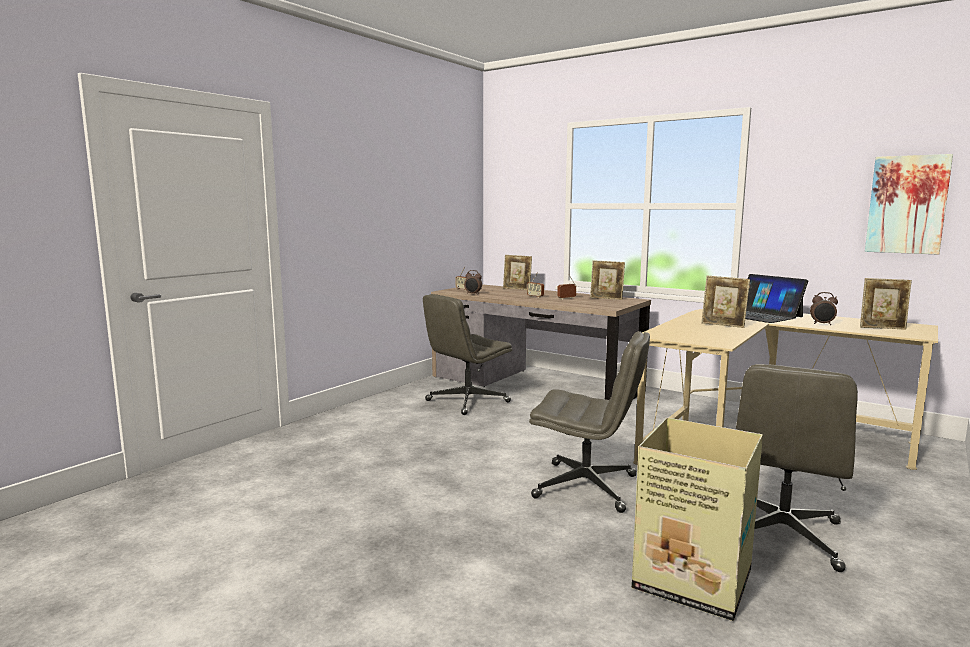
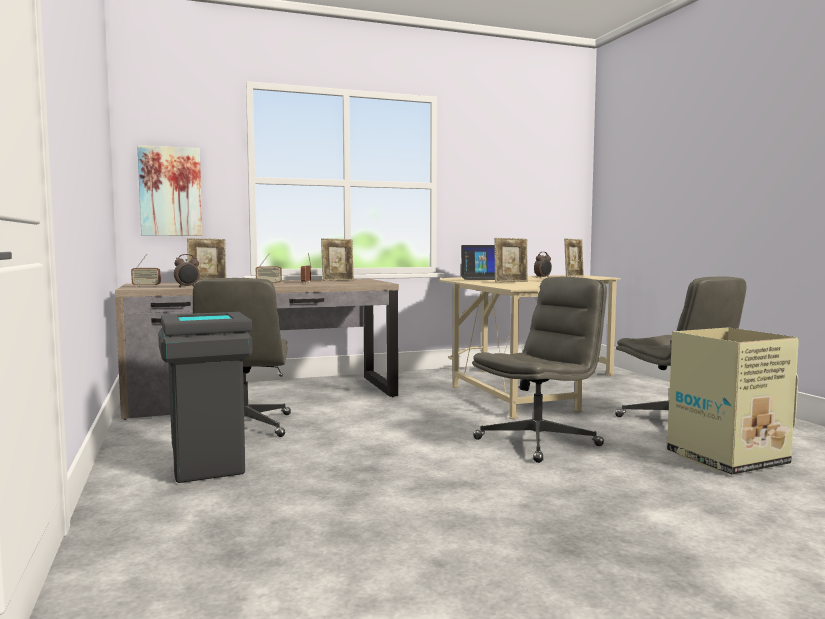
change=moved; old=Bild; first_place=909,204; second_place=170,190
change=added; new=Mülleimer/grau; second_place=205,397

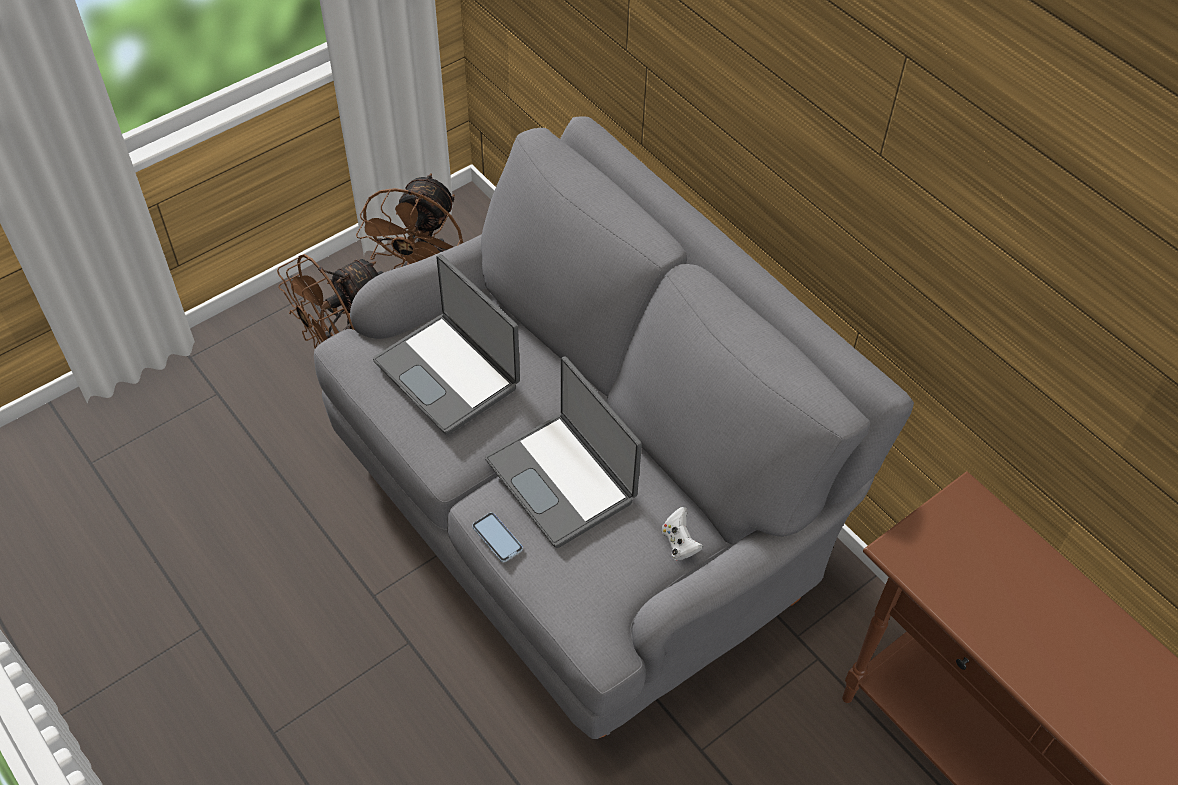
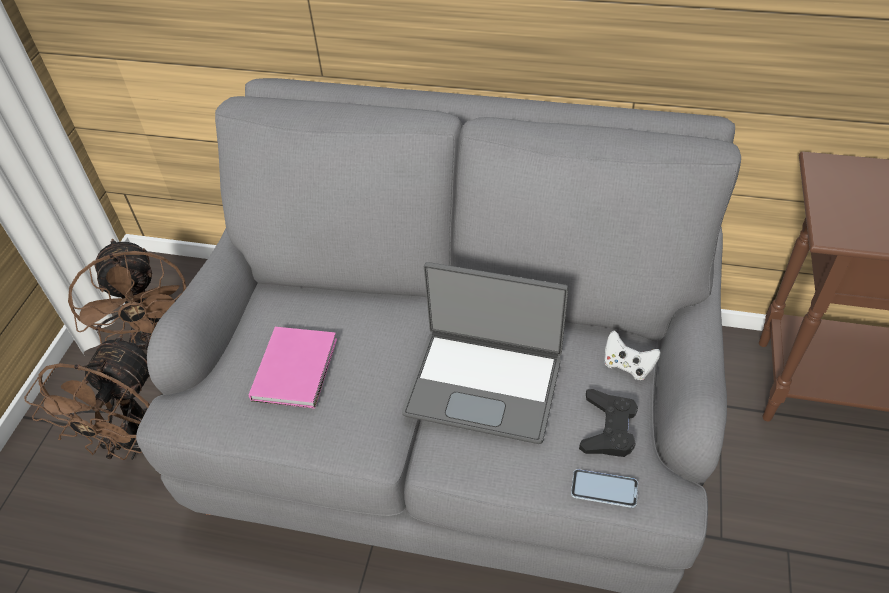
change=replaced; old=Laptop; new=Buch/rosa; first_place=446,344; second_place=293,368
change=moved; old=Handy; first_place=497,537; second_place=604,488
change=added; new=Gamepad/schwarz; second_place=608,423

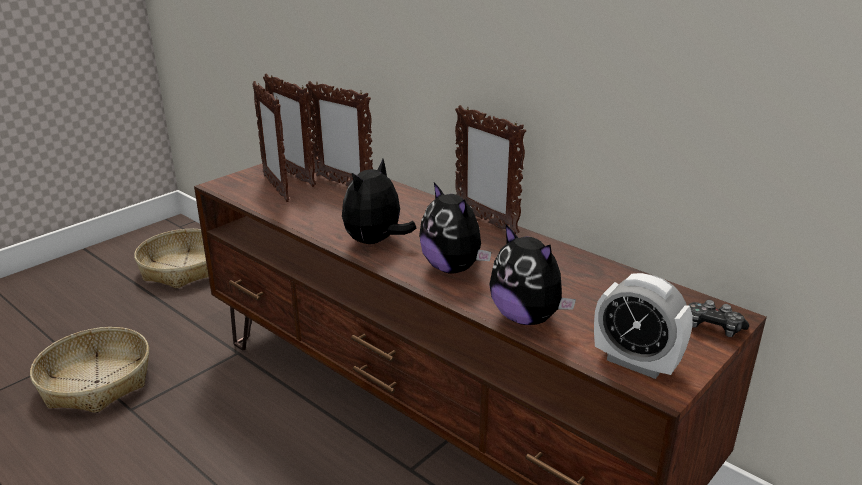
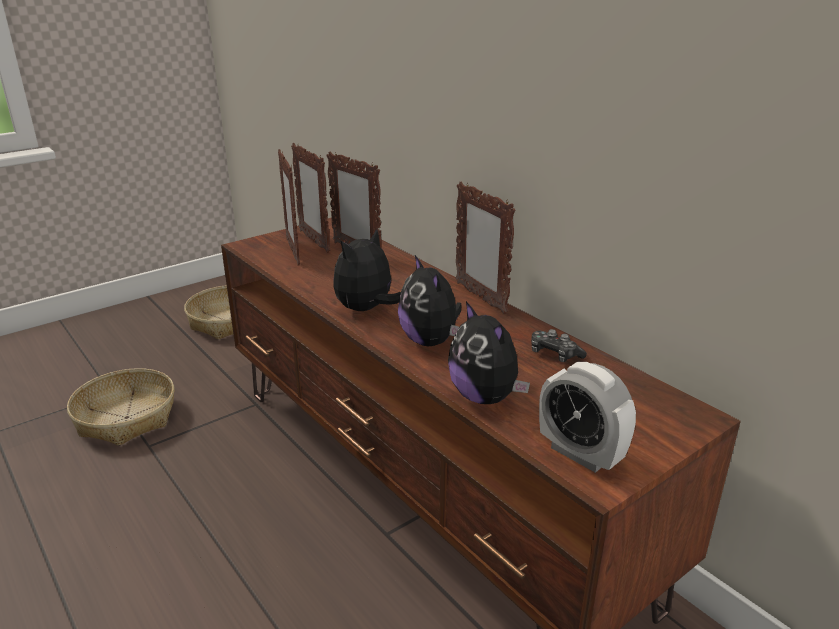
change=moved; old=Gamepad; first_place=718,318; second_place=559,345

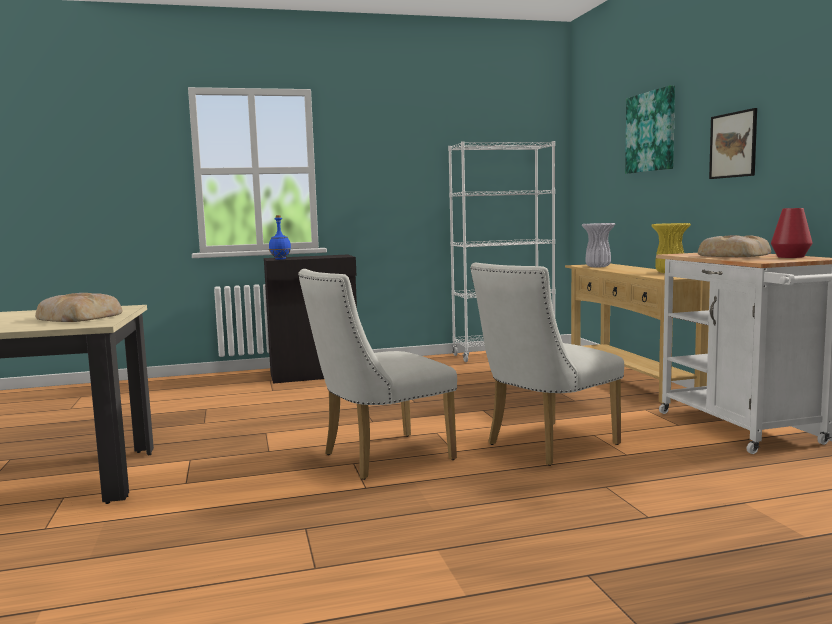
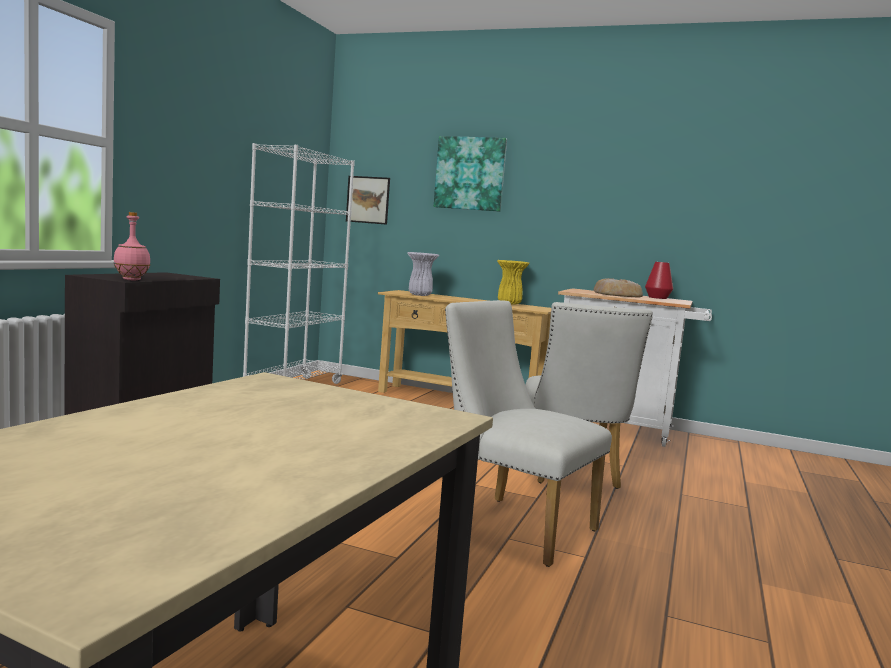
change=removed; old=Brot; first_place=78,307
change=recoloured; old=Flasche/blau; new=Flasche/rosa; first_place=280,237; second_place=131,246
change=turned; old=Stuhl/weiß; first_place=377,374; second_place=528,433; degrees=120
change=moved; old=Bild; first_place=733,143; second_place=368,200

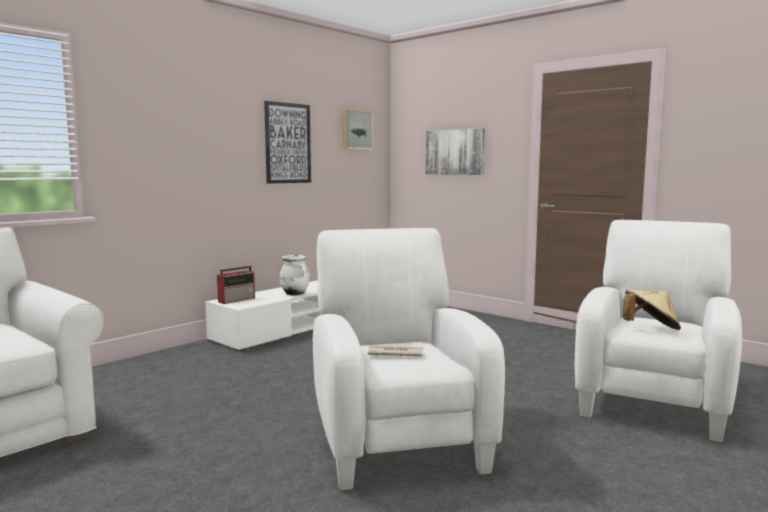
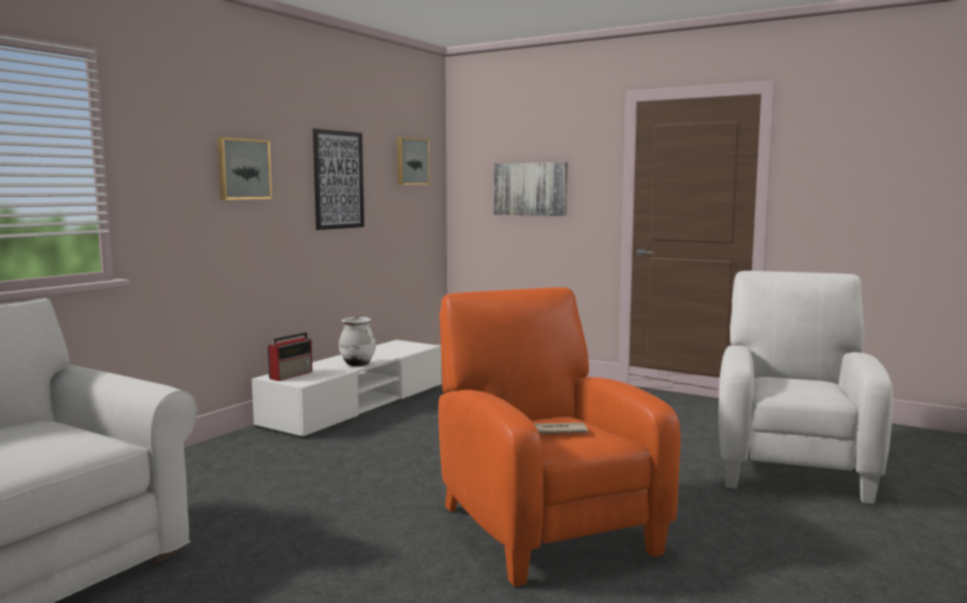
change=recoloured; old=Sessel/weiß; new=Sessel/orange; first_place=409,359; second_place=559,437
change=removed; old=Hut/beige; first_place=652,310
change=added; new=Bild; second_place=244,168

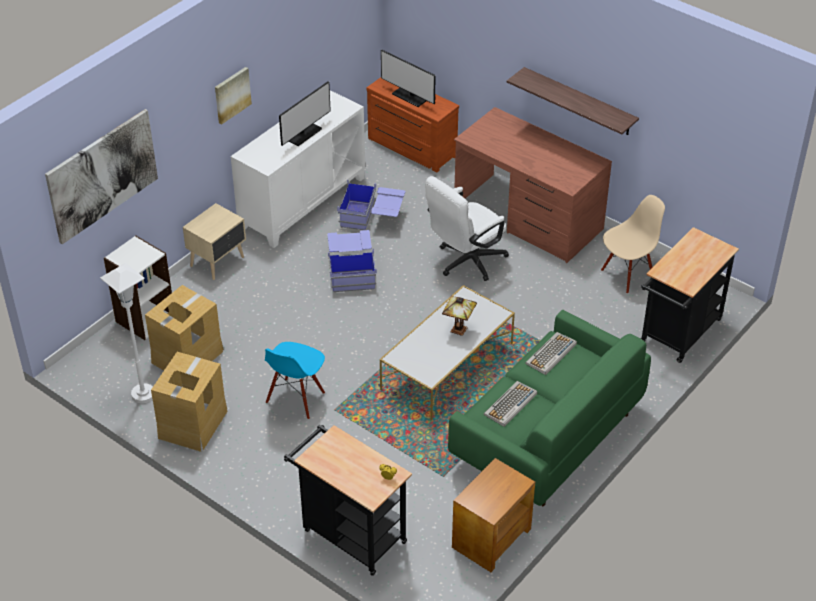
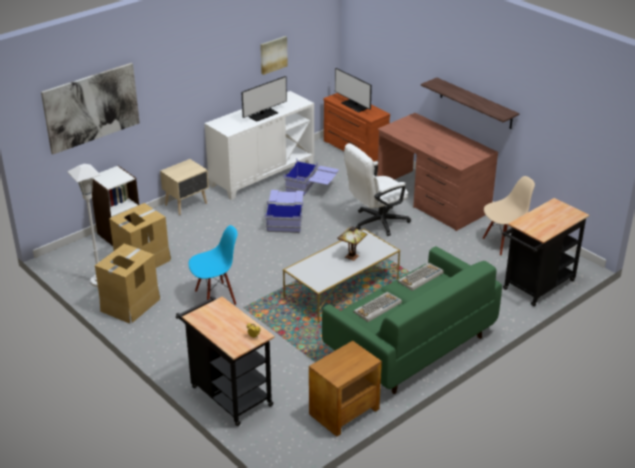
change=moved; old=Bild; first_place=233,95; second_place=274,55
change=turned; old=Stuhl/blau; first_place=295,380; second_place=213,265; degrees=-150

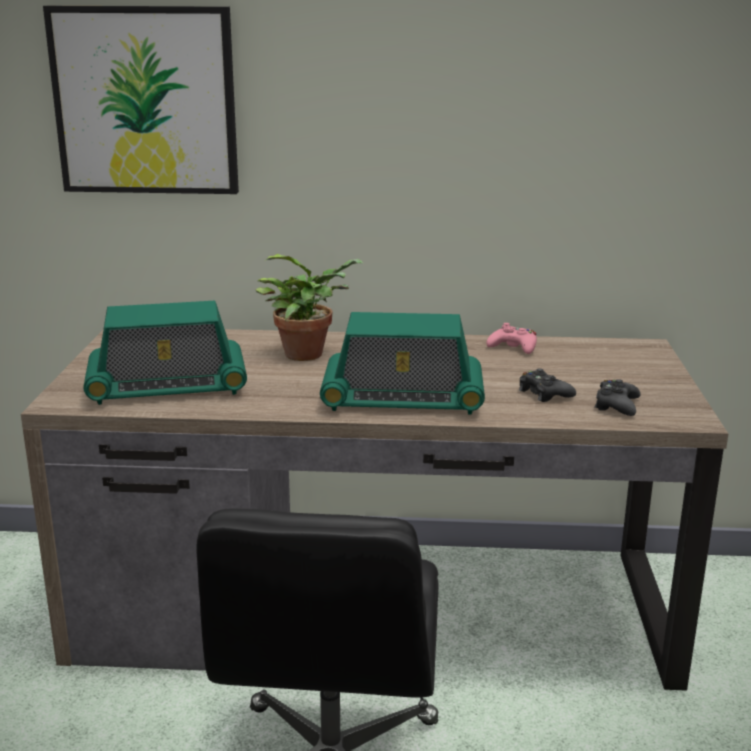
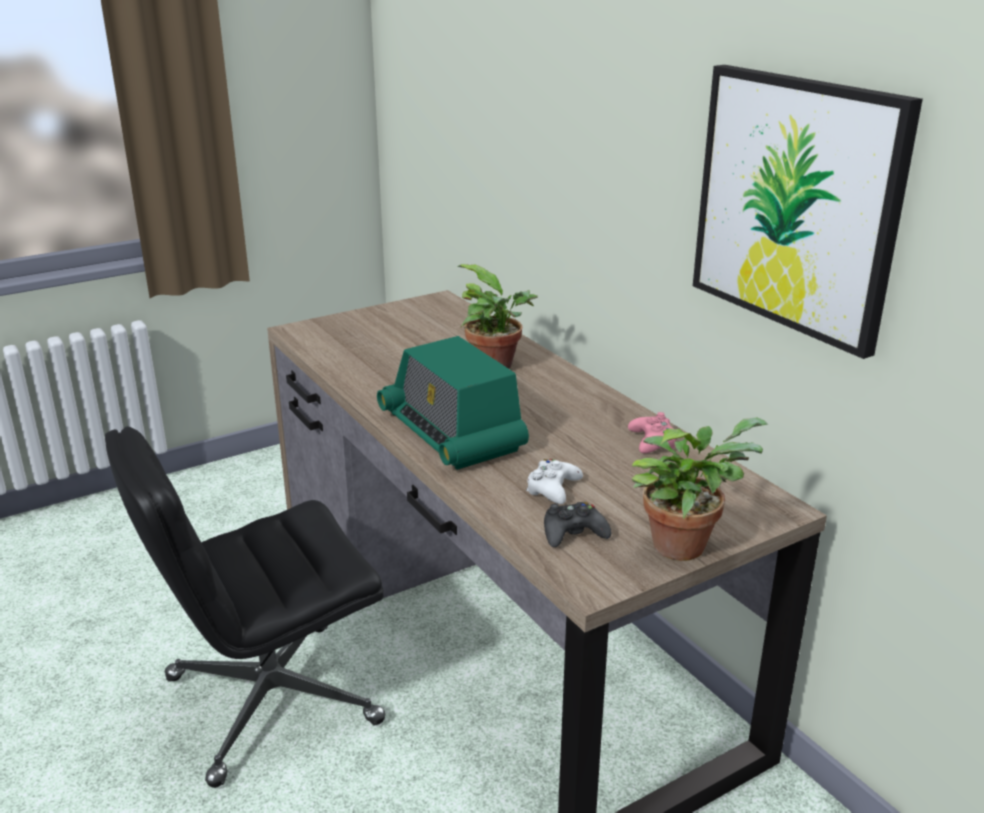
change=moved; old=Bild; first_place=141,100; second_place=808,212
change=removed; old=Radio; first_place=165,353
change=recoloured; old=Gamepad/schwarz; new=Gamepad/weiß; first_place=547,385; second_place=554,481
change=added; new=Topfpflanze; second_place=699,489

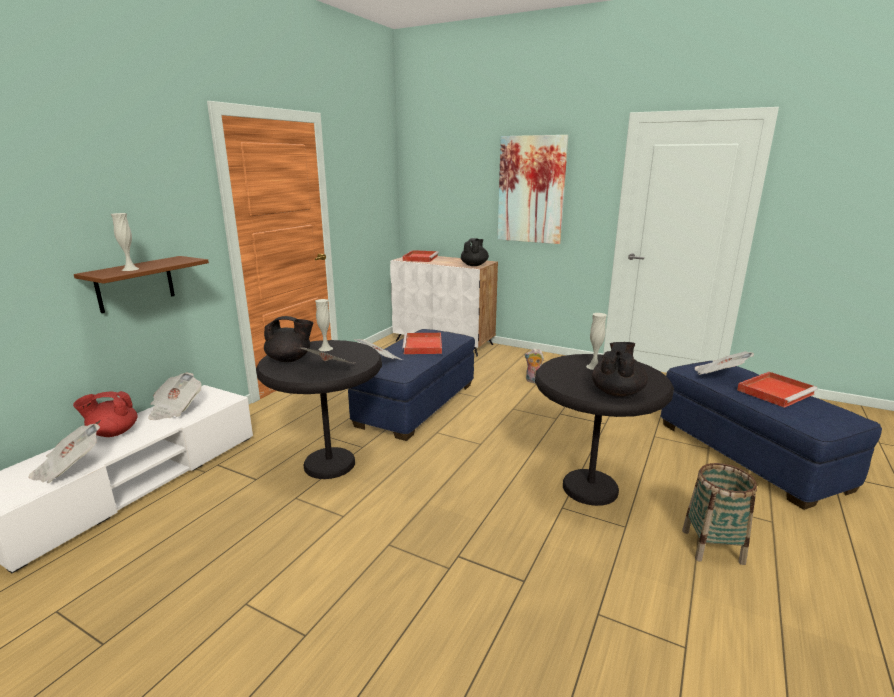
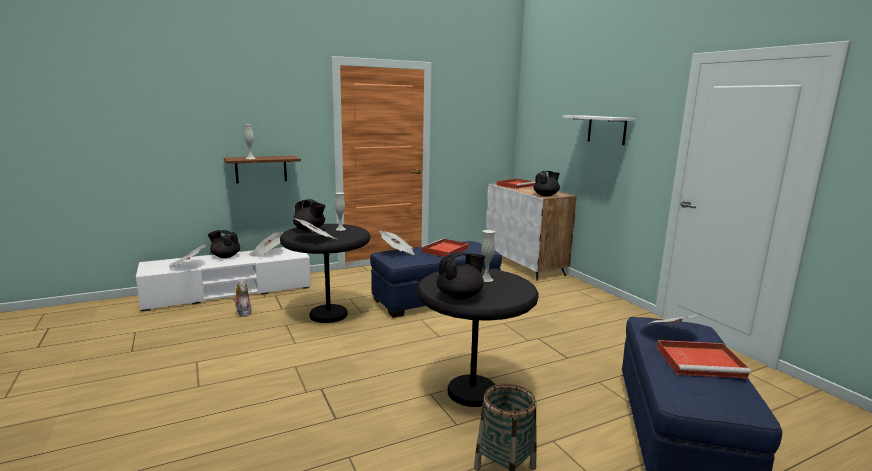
change=recoloured; old=Teekanne/rot; new=Teekanne/schwarz; first_place=105,414; second_place=224,244
change=replaced; old=Bild; new=Wandregal/weiß; first_place=532,189; second_place=599,130
change=moved; old=Plüschtier; first_place=534,366; second_place=242,298

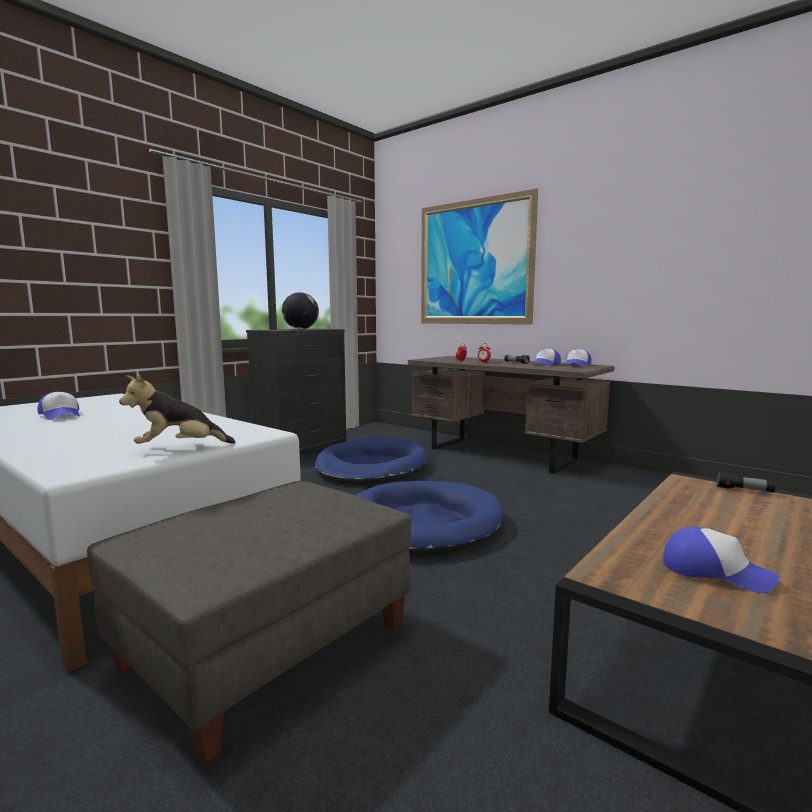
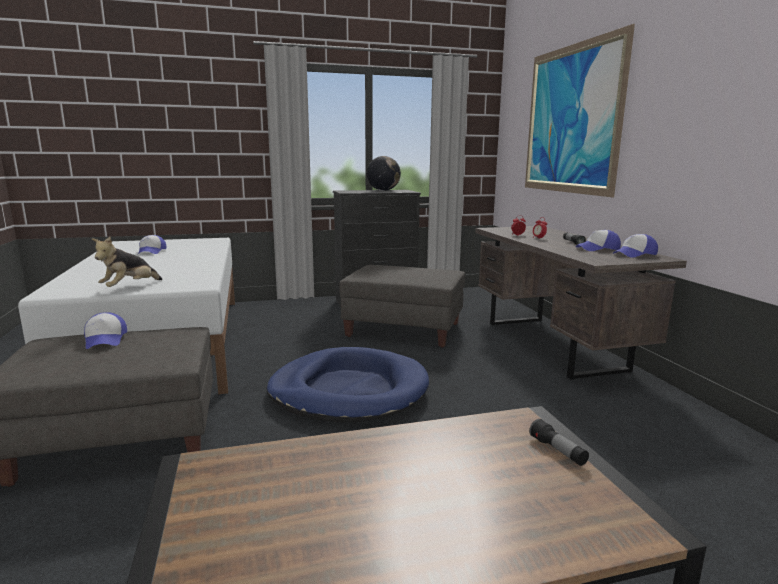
change=turned; old=Plüschtier; first_place=177,409; second_place=127,262; degrees=-75
change=replaced; old=Hundebett/blau; new=Polsterhocker/grau; first_place=371,461; second_place=402,306
change=moved; old=Kappe; first_place=721,560; second_place=105,330

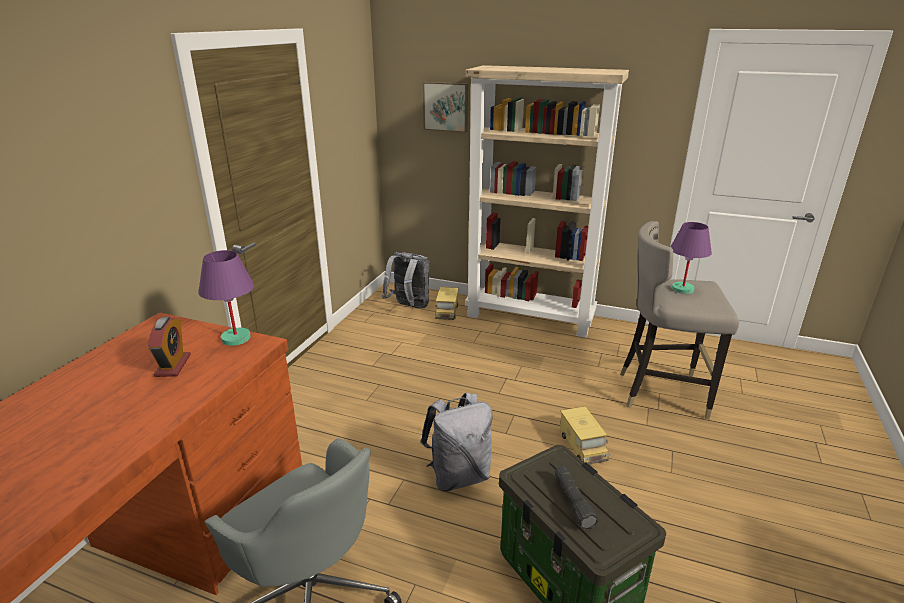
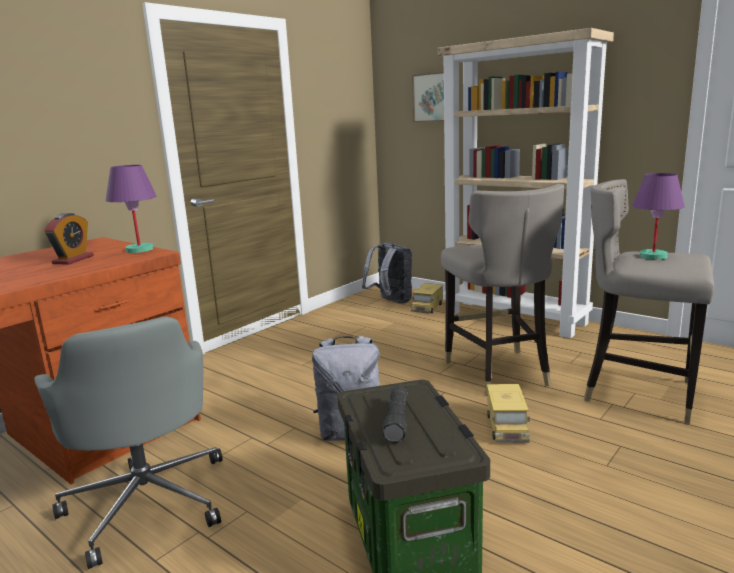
change=added; new=Hocker/grau; second_place=502,290

